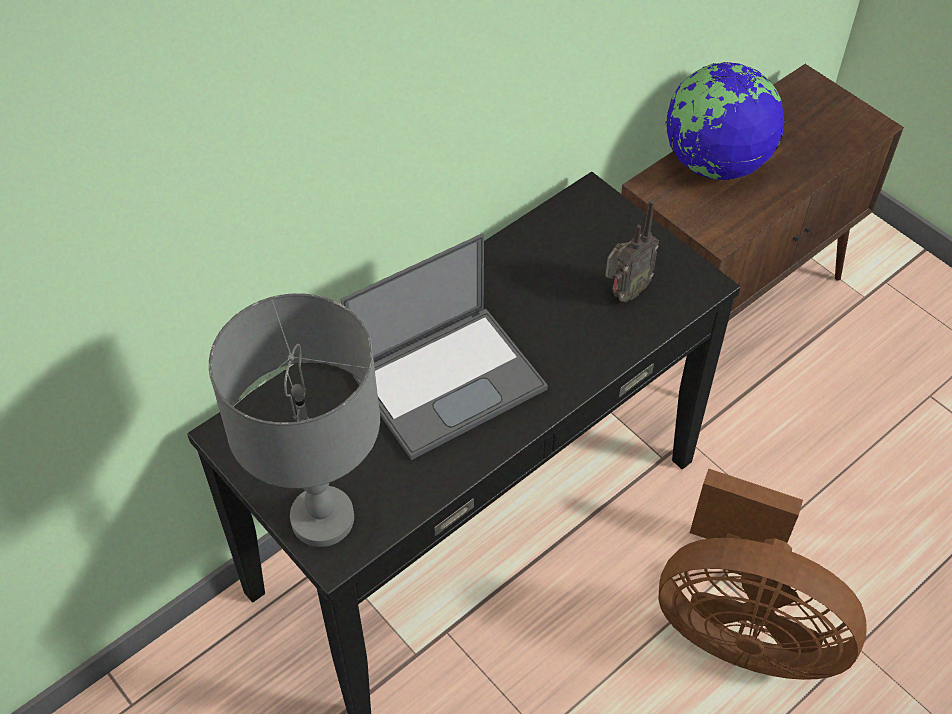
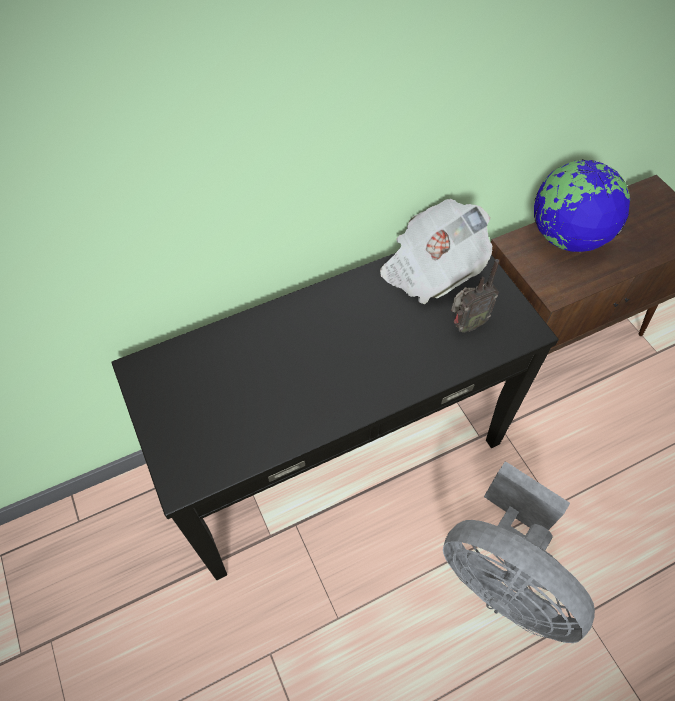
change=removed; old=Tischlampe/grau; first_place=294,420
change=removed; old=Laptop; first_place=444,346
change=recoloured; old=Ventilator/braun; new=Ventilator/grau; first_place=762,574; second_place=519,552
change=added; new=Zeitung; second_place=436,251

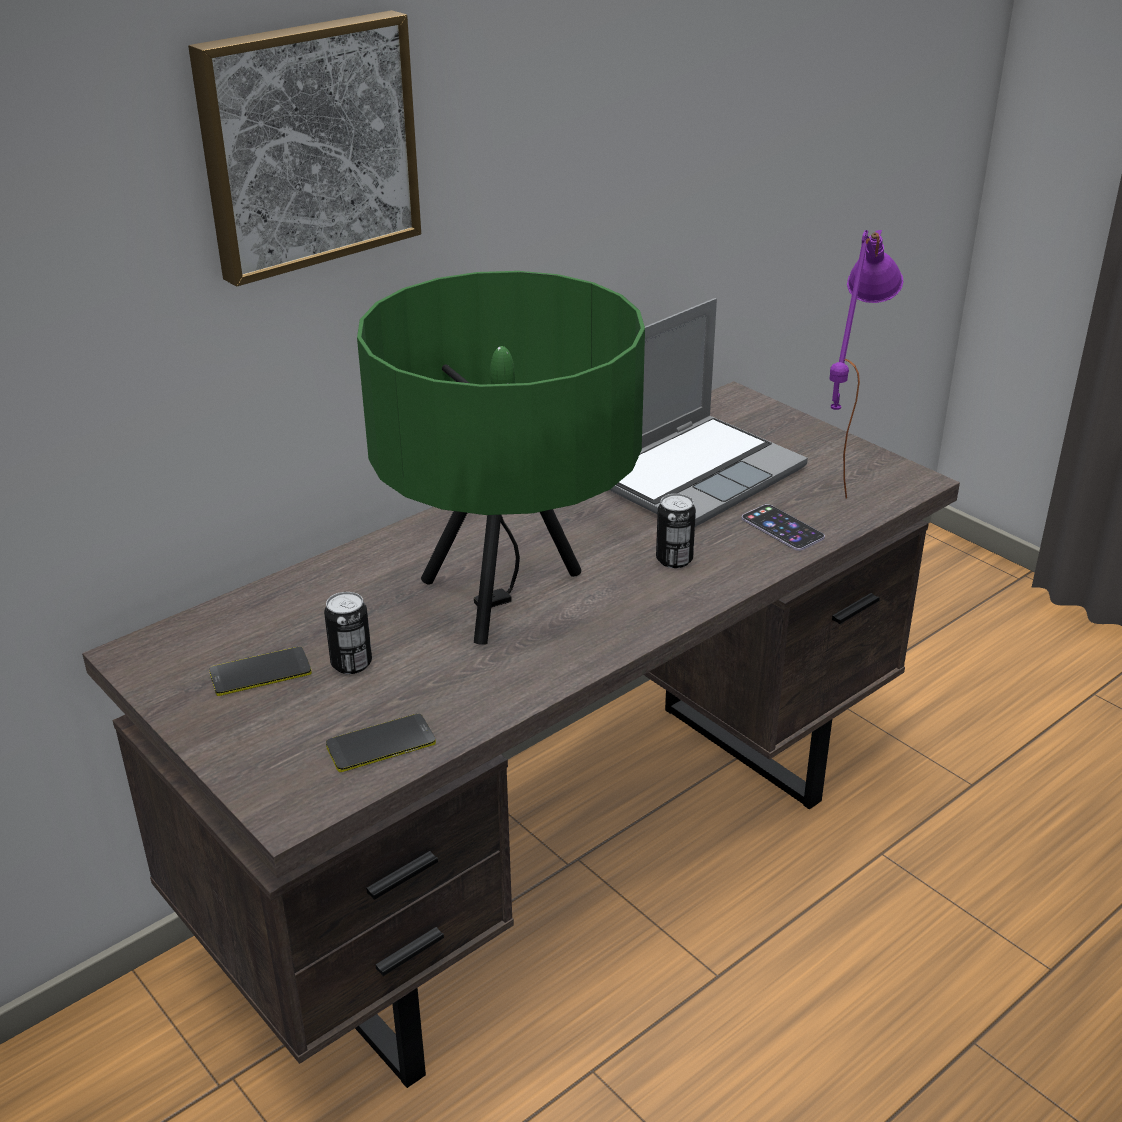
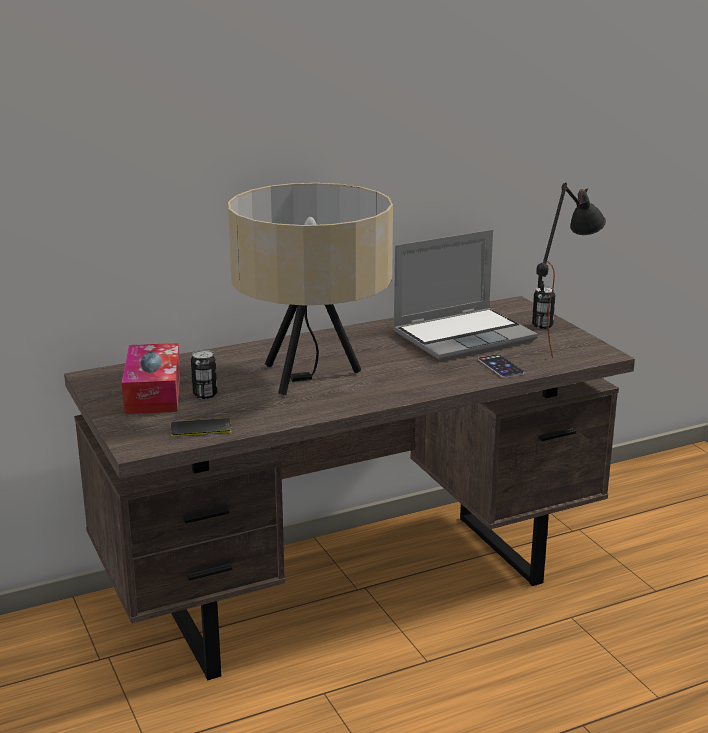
change=removed; old=Bild; first_place=304,148
change=replaced; old=Handy; new=Taschentuchbox; first_place=260,671; second_place=151,378
change=recoloured; old=Tischlampe/grün; new=Tischlampe/beige; first_place=501,458; second_place=310,289
change=moved; old=Dose; first_place=676,530; second_place=543,307
change=recoloured; old=Tischlampe/lila; new=Tischlampe/schwarz; first_place=866,364; second_place=571,270

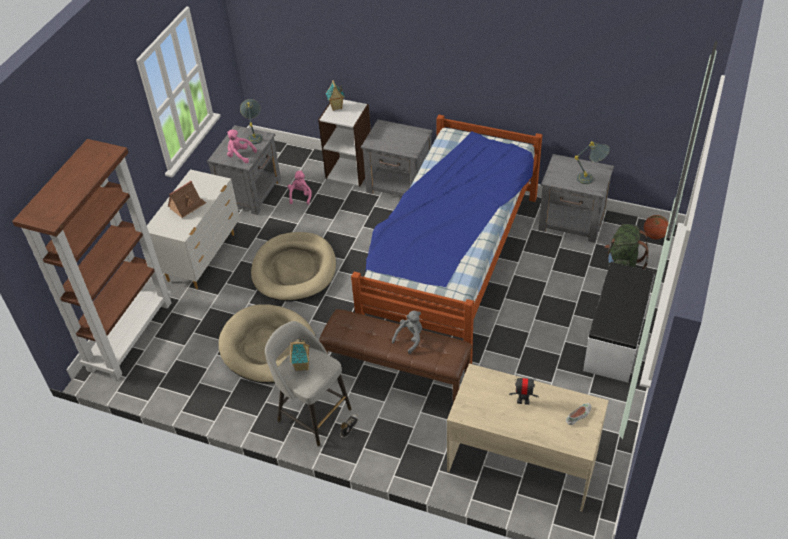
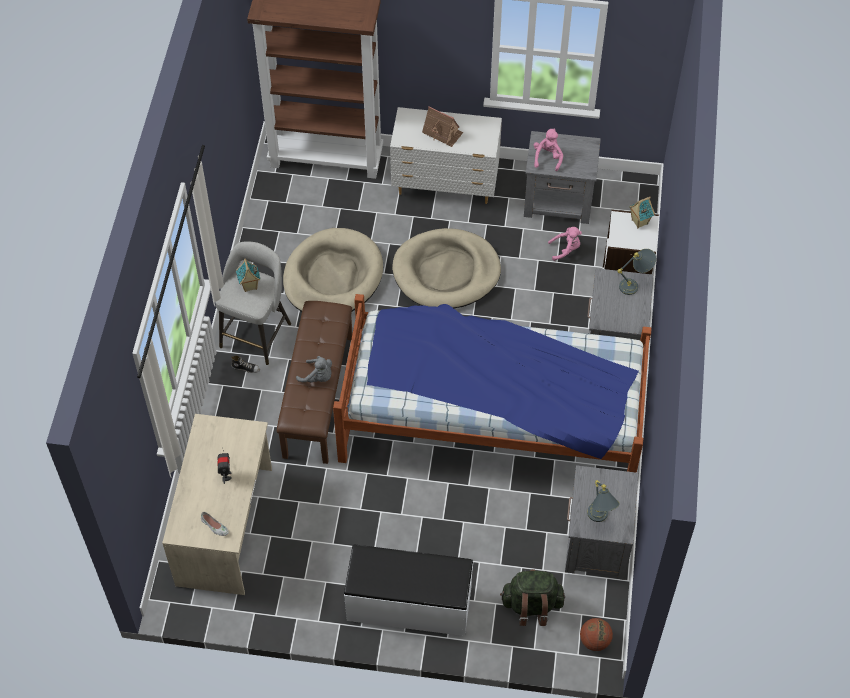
change=moved; old=Tischlampe/grau; first_place=251,121; second_place=636,272

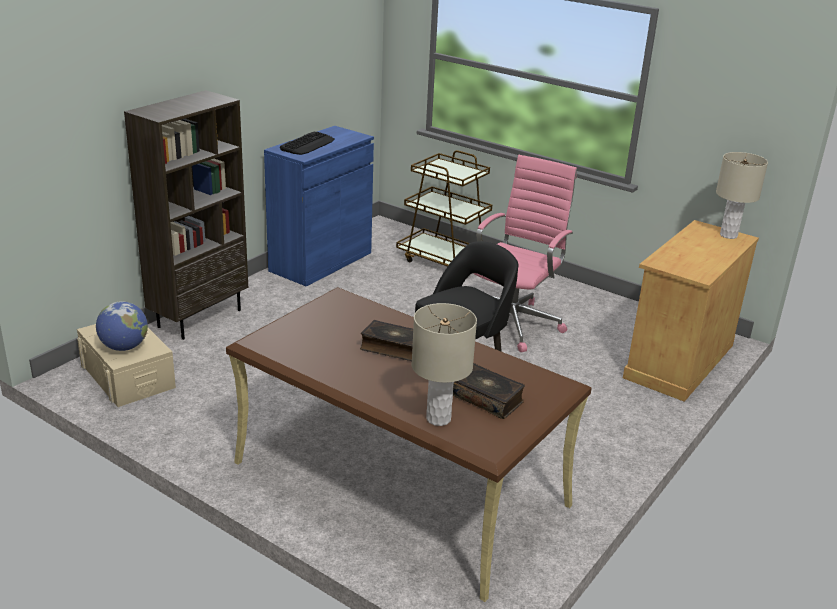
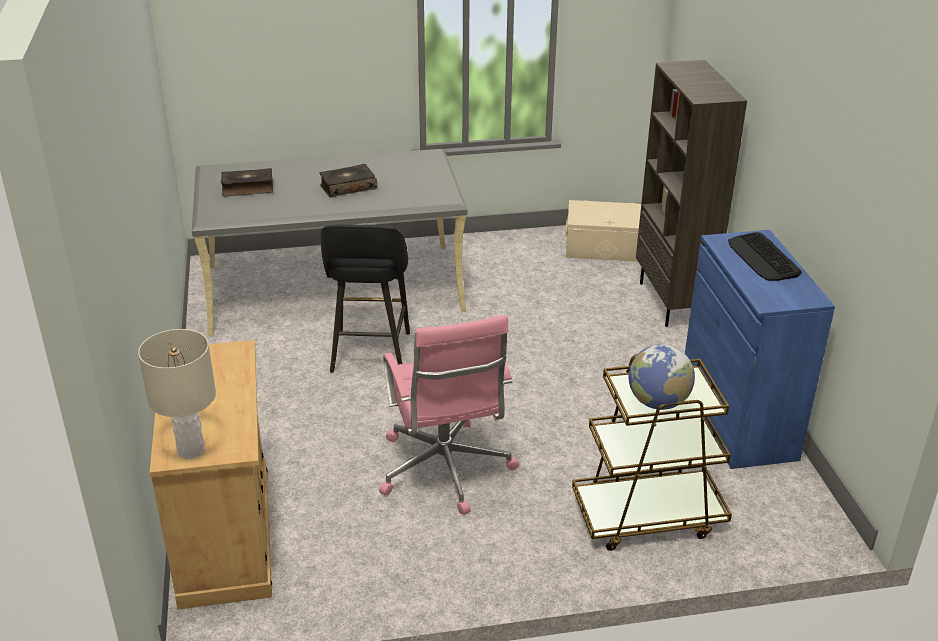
change=moved; old=Globus; first_place=122,326; second_place=662,377
change=recoloured; old=Schreibtisch/braun; new=Schreibtisch/grau; first_place=409,444; second_place=329,242
change=removed; old=Tischlampe/beige; first_place=444,364

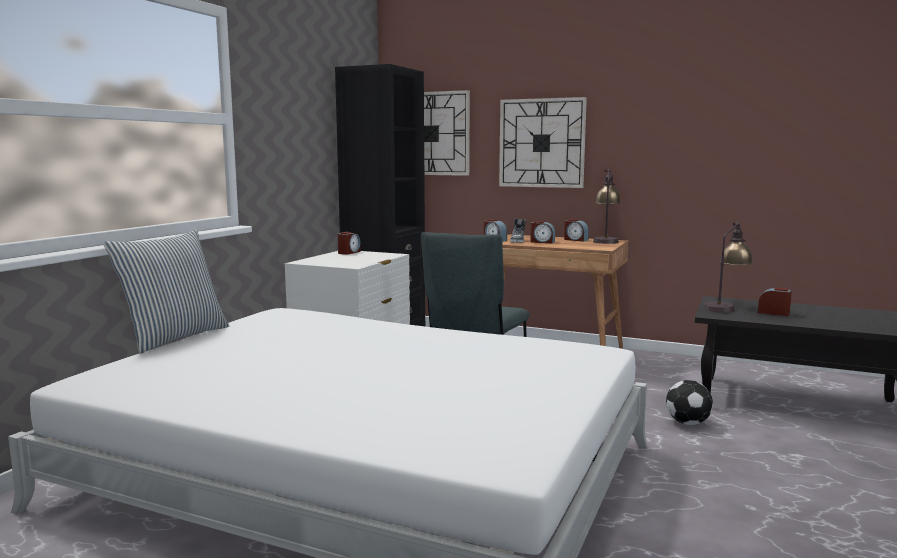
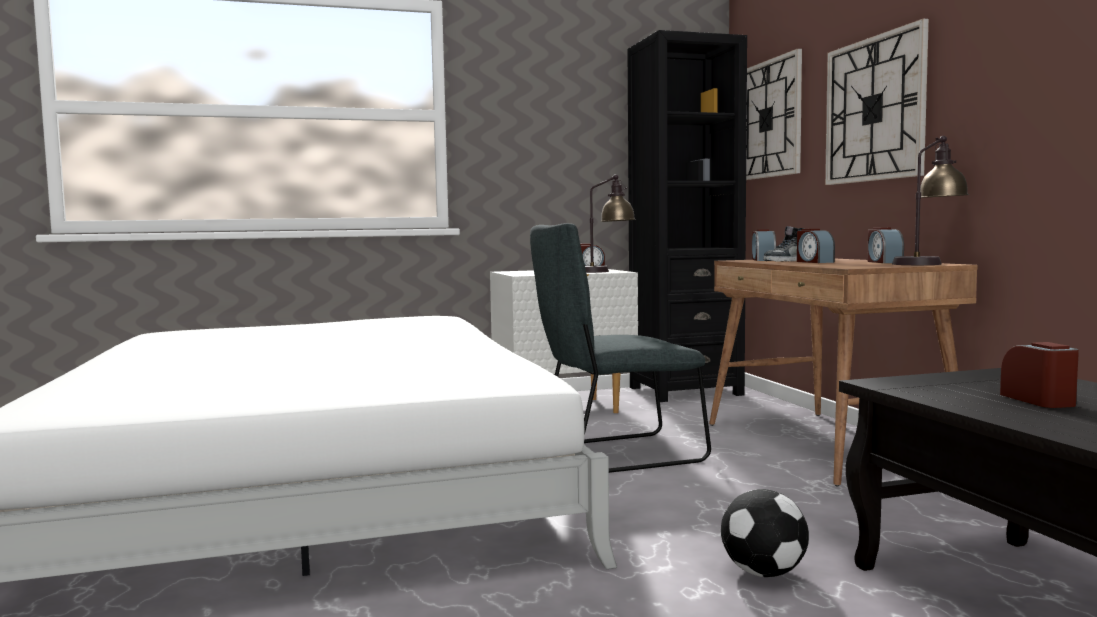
change=removed; old=Kissen; first_place=166,291
change=moved; old=Tischlampe; first_place=728,267; second_place=610,224

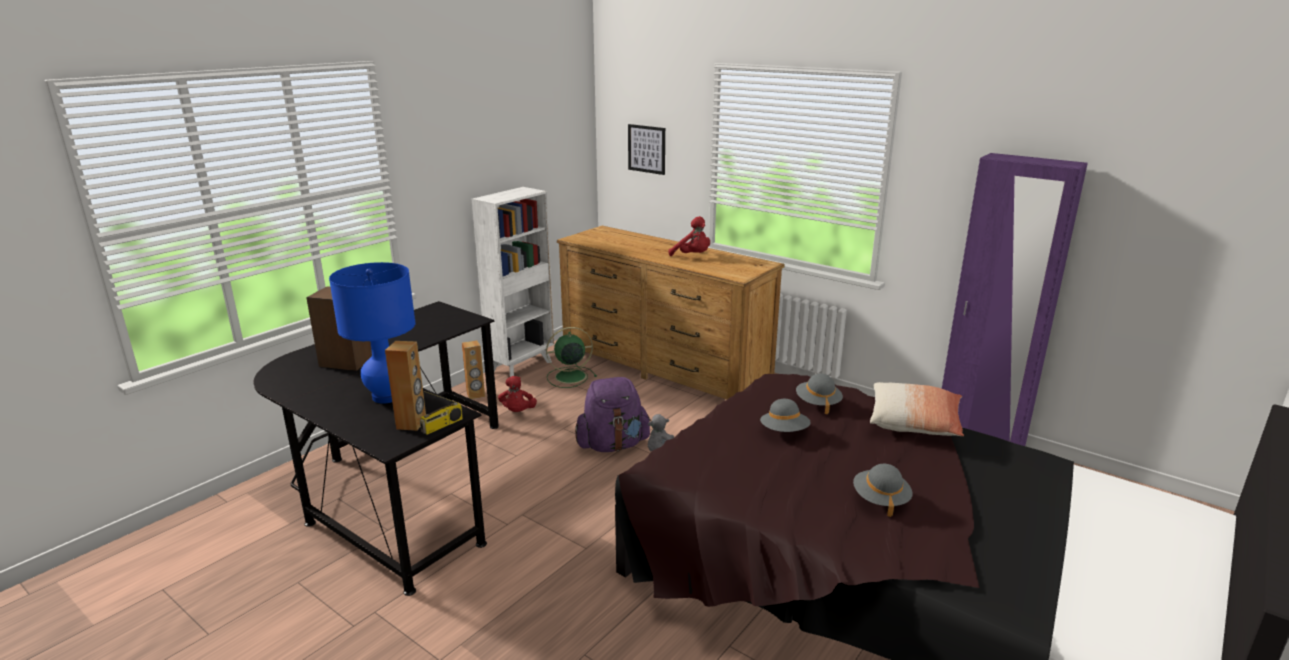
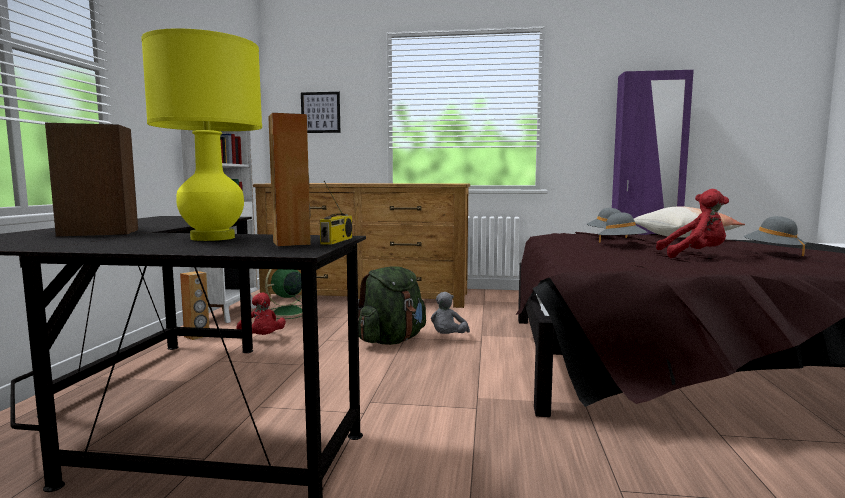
change=recoloured; old=Tischlampe/blau; new=Tischlampe/gelb; first_place=372,333; second_place=201,134
change=recoloured; old=Rucksack/lila; new=Rucksack/grün; first_place=613,414; second_place=392,305
change=moved; old=Plüschtier/rot; first_place=689,236; second_place=692,223

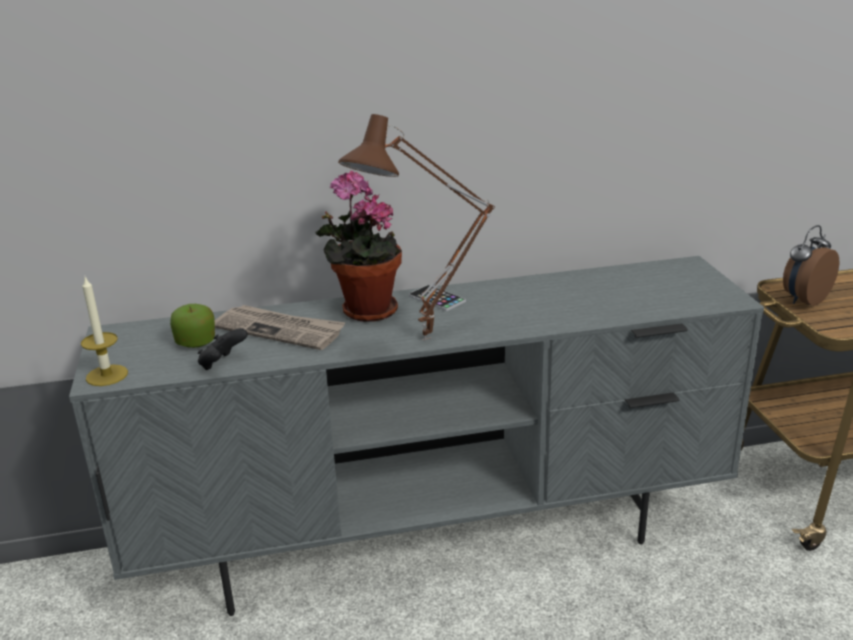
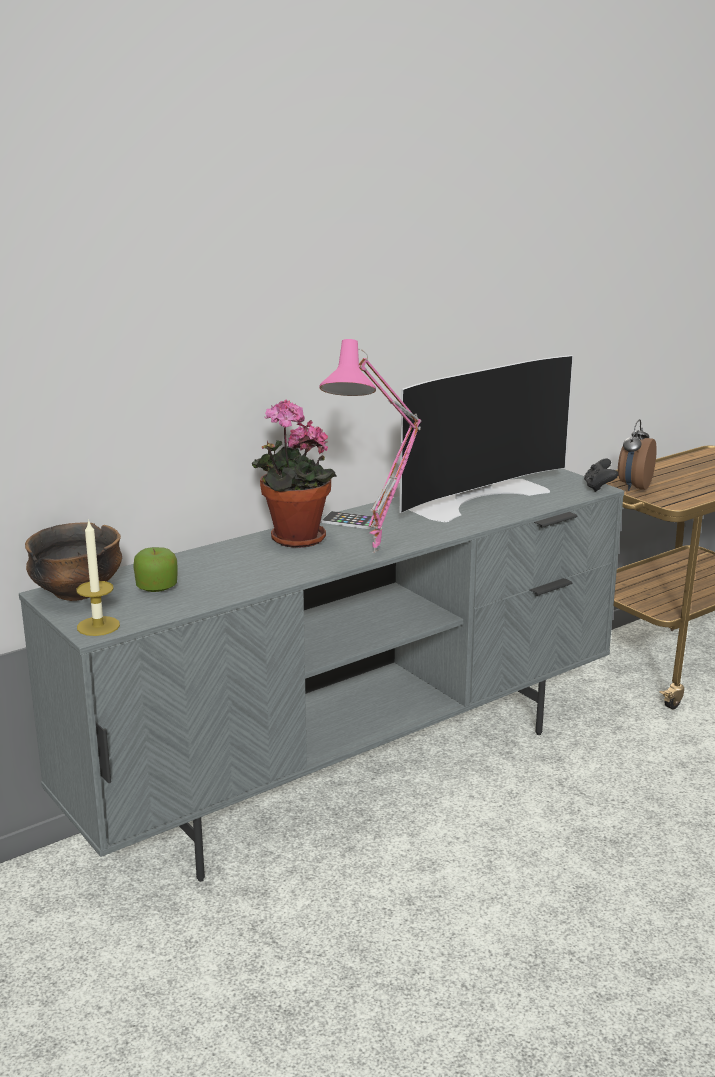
change=moved; old=Gamepad/schwarz; first_place=223,349; second_place=601,475
change=removed; old=Zeitung; first_place=280,327
change=recoloured; old=Tischlampe/braun; new=Tischlampe/rosa; first_place=416,227; second_place=370,446
change=added; new=Schüssel; second_place=73,561
change=added; new=Fernseher; second_place=486,438

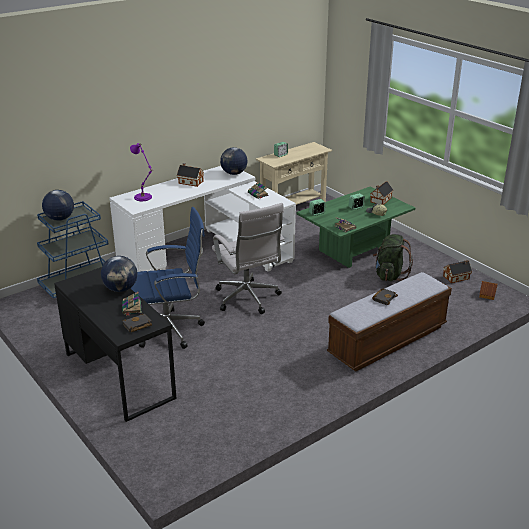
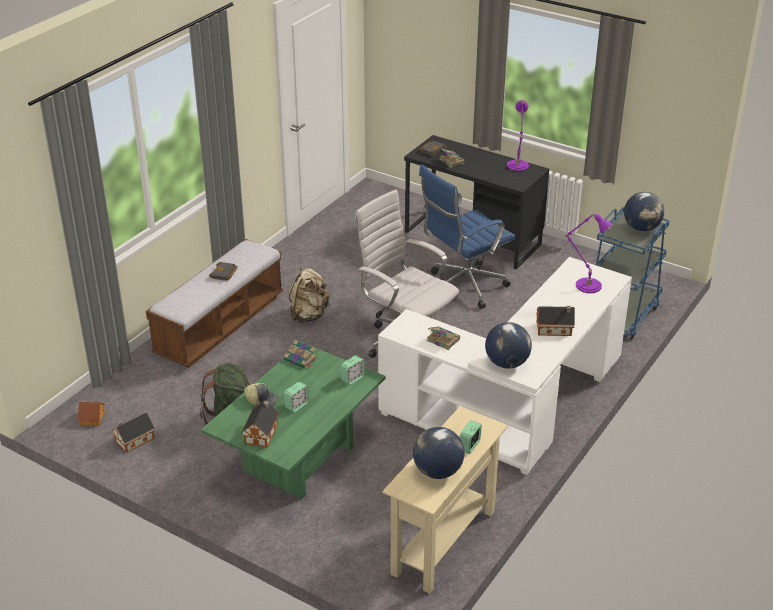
change=moved; old=Globus; first_place=119,274; second_place=439,453
change=added; new=Rucksack/beige; second_place=309,295
change=added; new=Tischlampe/lila; second_place=518,135

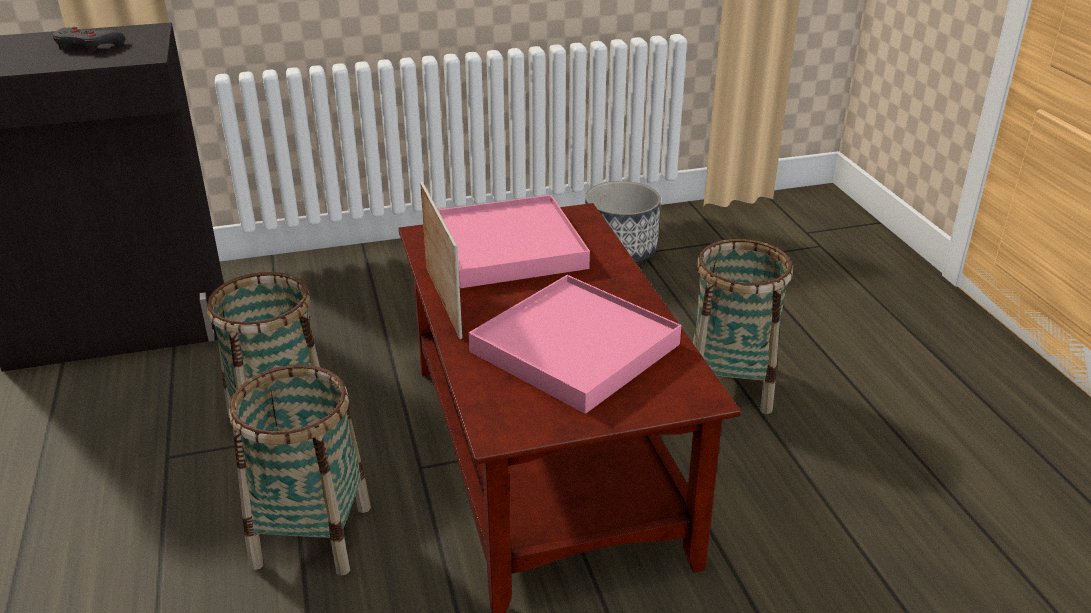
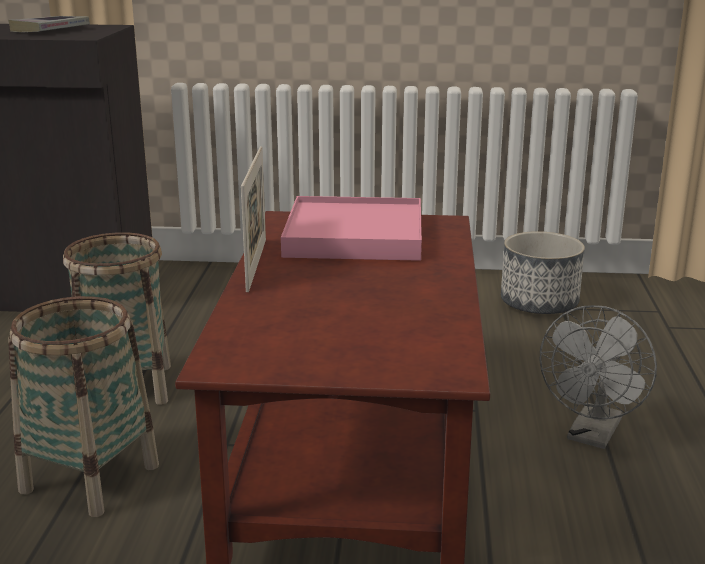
change=replaced; old=Gamepad/grau; new=Buch; first_place=89,39; second_place=49,24
change=removed; old=Tablett/rosa; first_place=575,344
change=replaced; old=Korb; new=Ventilator/grau; first_place=743,326; second_place=598,377

